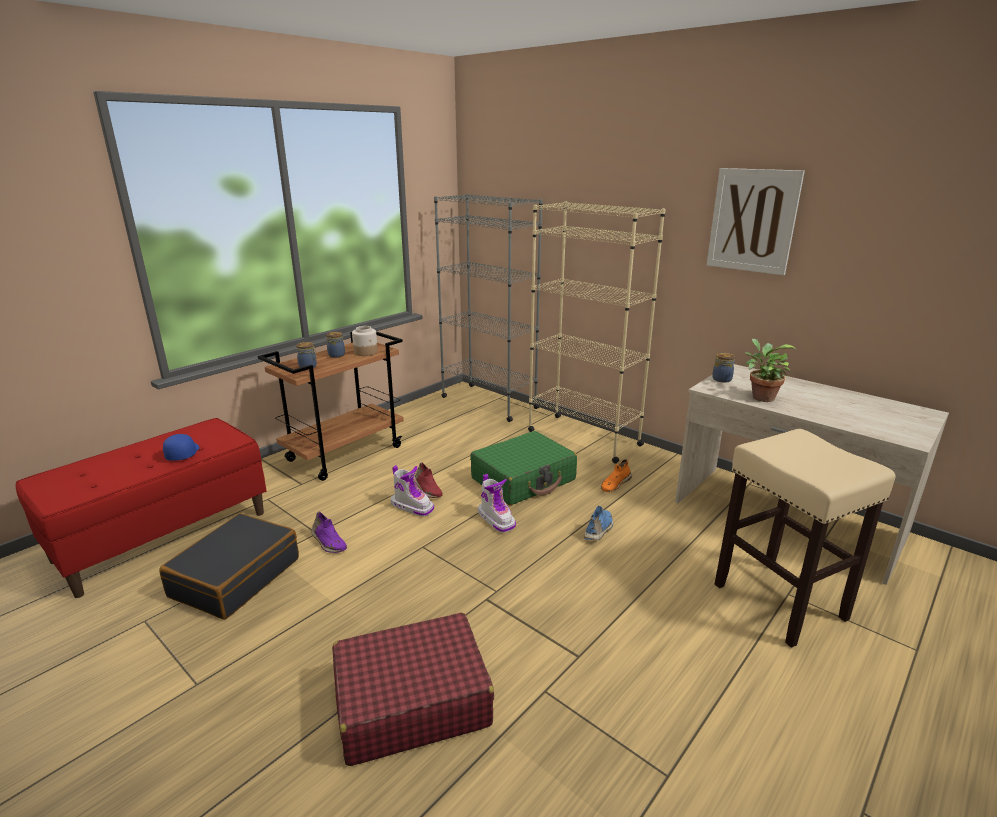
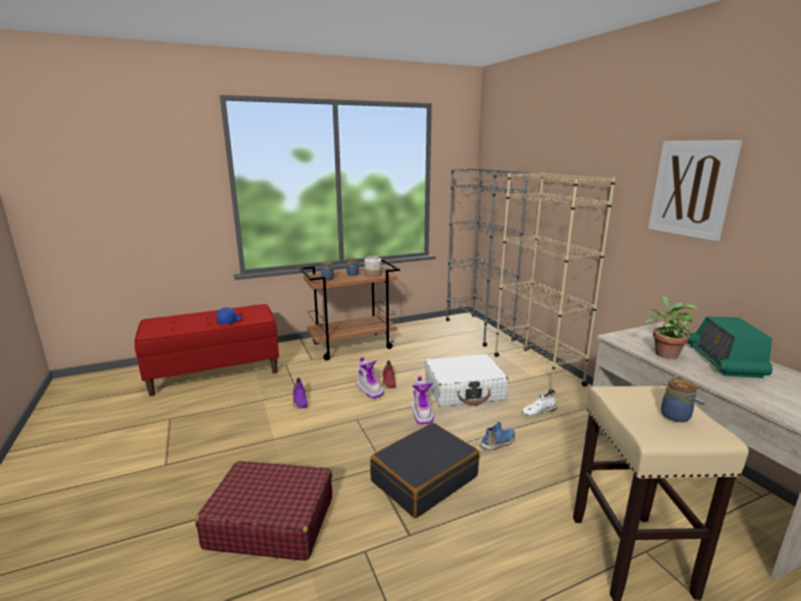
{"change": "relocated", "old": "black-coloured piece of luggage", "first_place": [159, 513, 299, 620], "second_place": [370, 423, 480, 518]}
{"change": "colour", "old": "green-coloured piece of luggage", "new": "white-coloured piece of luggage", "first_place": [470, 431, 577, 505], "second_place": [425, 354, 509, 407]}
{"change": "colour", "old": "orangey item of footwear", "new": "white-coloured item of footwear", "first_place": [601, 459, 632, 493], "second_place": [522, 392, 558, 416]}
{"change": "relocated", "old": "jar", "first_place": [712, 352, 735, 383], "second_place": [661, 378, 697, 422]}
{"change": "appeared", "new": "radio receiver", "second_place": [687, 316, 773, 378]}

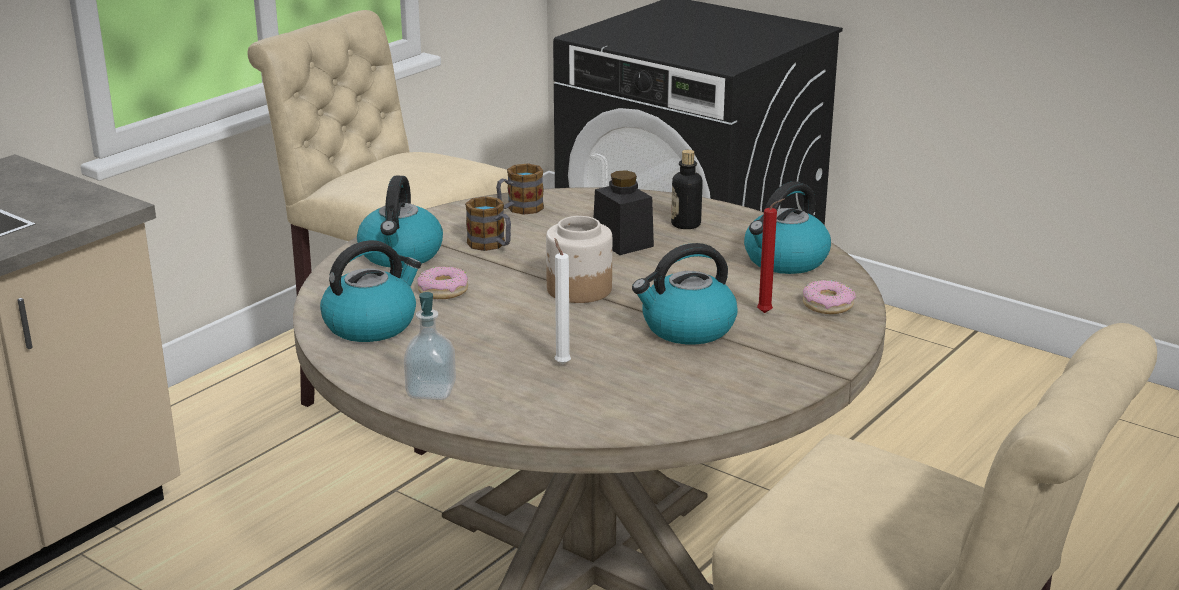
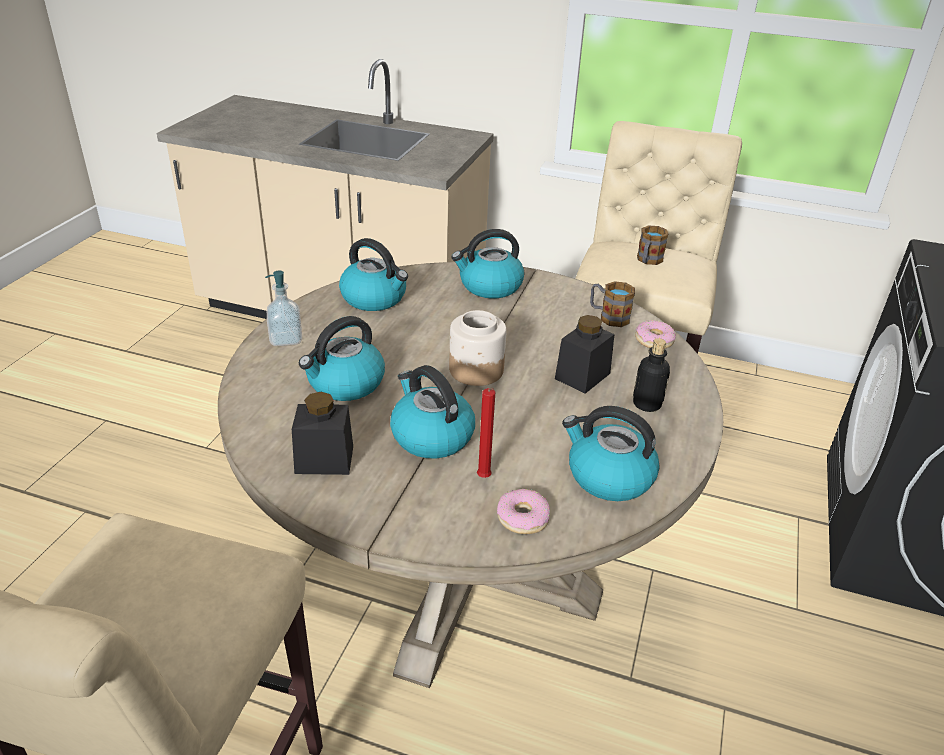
{"change": "appeared", "new": "black-coloured jar", "second_place": [292, 392, 353, 475]}
{"change": "exchanged", "old": "white-coloured wax candle", "new": "water kettle", "first_place": [554, 238, 571, 364], "second_place": [299, 316, 385, 401]}
{"change": "relocated", "old": "donut", "first_place": [417, 267, 468, 299], "second_place": [635, 320, 676, 348]}
{"change": "relocated", "old": "mug", "first_place": [465, 196, 511, 251], "second_place": [637, 225, 668, 265]}

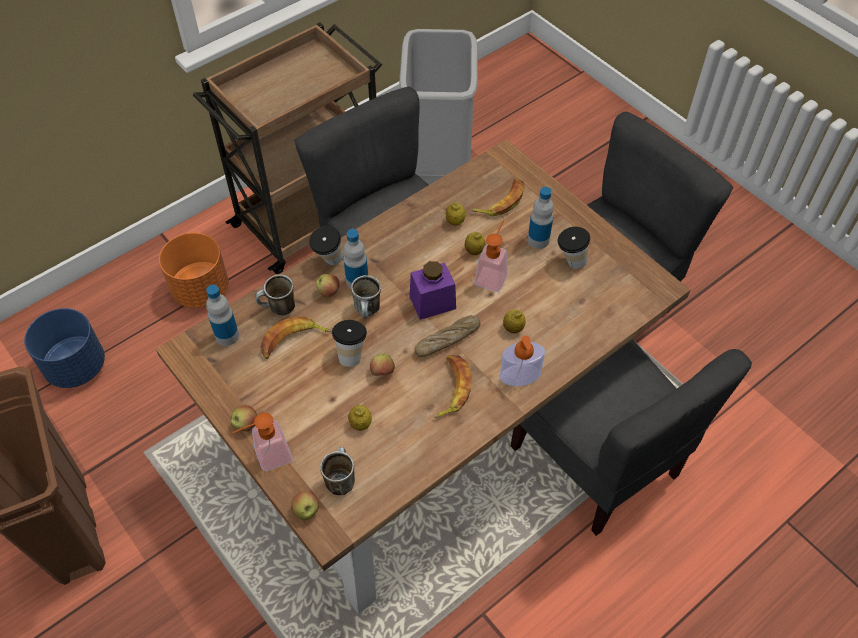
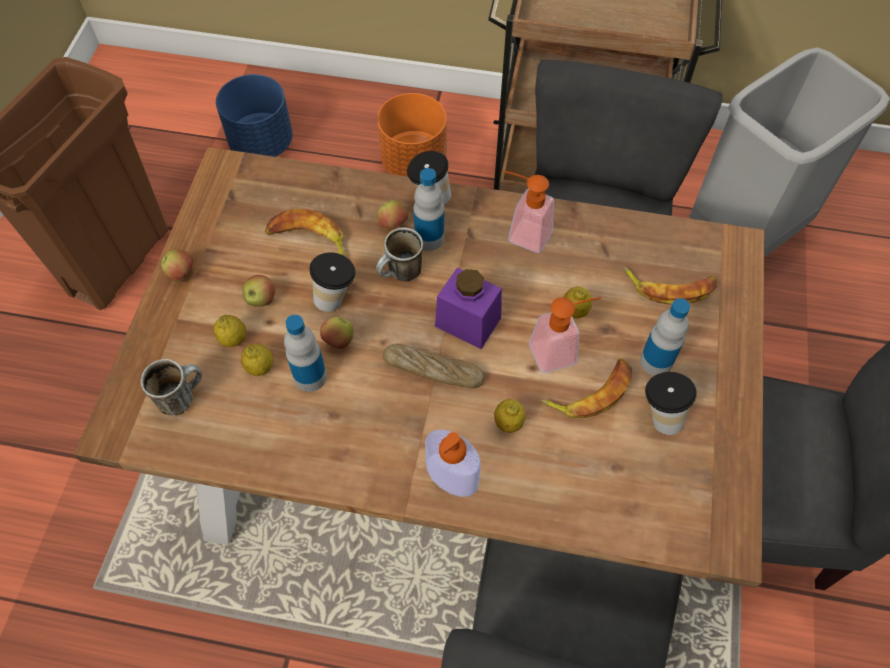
{"change": "relocated", "old": "whole lemon", "first_place": [446, 202, 466, 225], "second_place": [213, 315, 246, 347]}
{"change": "relocated", "old": "apple fruit", "first_place": [291, 491, 319, 520], "second_place": [242, 275, 275, 307]}
{"change": "relocated", "old": "drink bottle", "first_place": [206, 285, 239, 346], "second_place": [284, 315, 327, 392]}
{"change": "relocated", "old": "liquid soap bottle", "first_place": [232, 413, 292, 471], "second_place": [503, 171, 554, 253]}
{"change": "relocated", "old": "banana", "first_place": [434, 355, 472, 418], "second_place": [540, 358, 632, 418]}
{"change": "missing", "old": "mug", "first_place": [256, 275, 295, 316]}

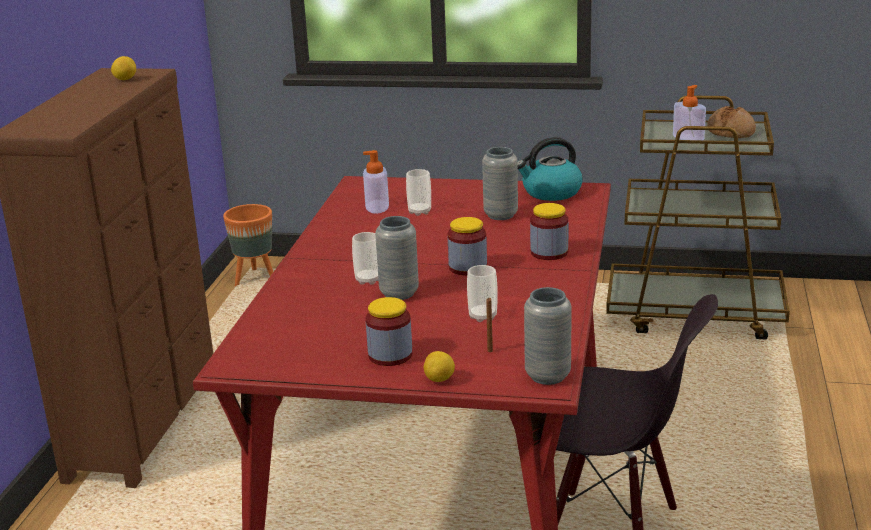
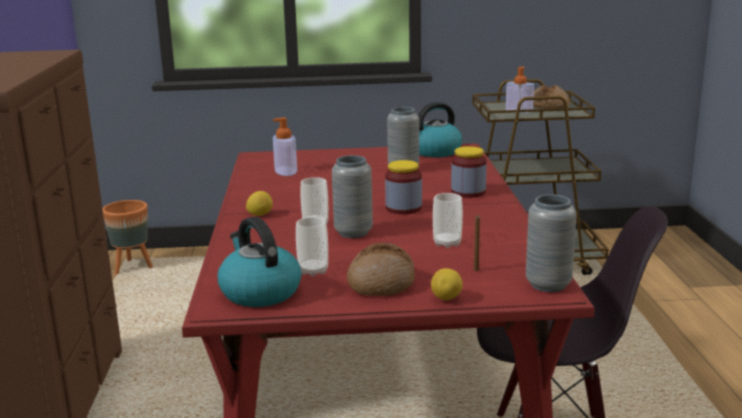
{"change": "appeared", "new": "water kettle", "second_place": [218, 217, 301, 307]}
{"change": "relocated", "old": "whole lemon", "first_place": [111, 56, 136, 80], "second_place": [246, 191, 273, 216]}
{"change": "relocated", "old": "small cup", "first_place": [406, 169, 431, 216], "second_place": [296, 217, 328, 277]}
{"change": "exchanged", "old": "jar", "new": "baked bread", "first_place": [366, 297, 412, 366], "second_place": [347, 243, 415, 296]}

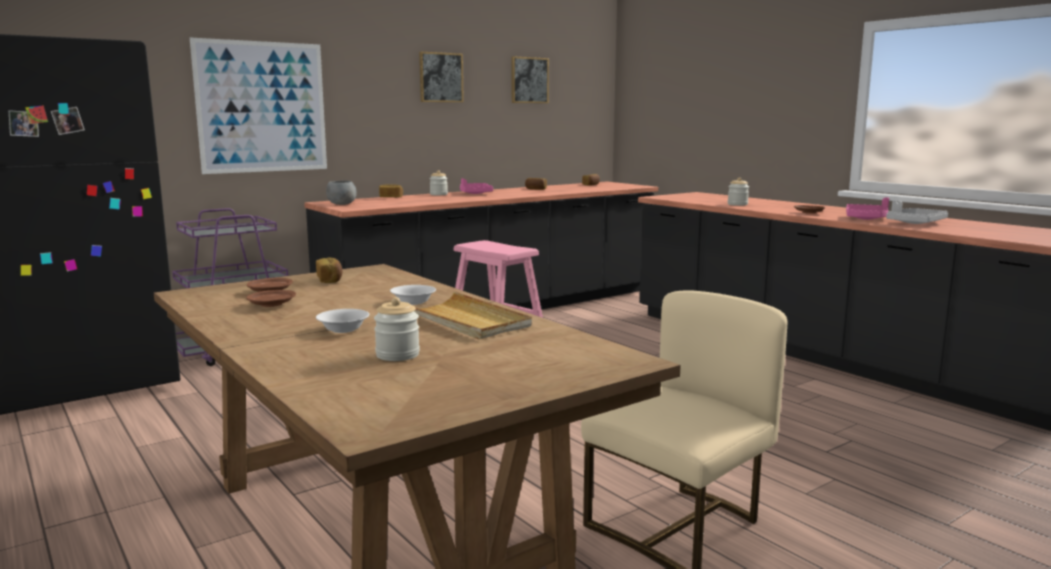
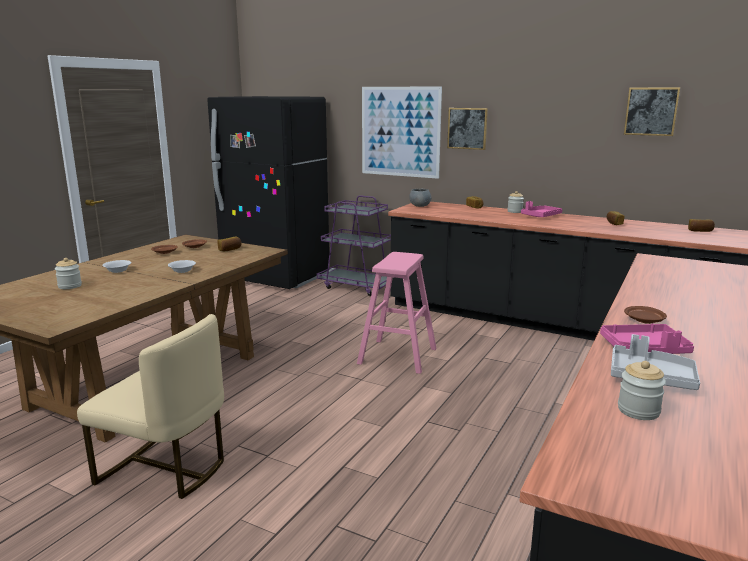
{"change": "relocated", "old": "wall picture", "first_place": [419, 52, 464, 102], "second_place": [447, 108, 488, 150]}
{"change": "relocated", "old": "jar", "first_place": [728, 177, 749, 206], "second_place": [618, 361, 666, 420]}
{"change": "missing", "old": "beige tray", "first_place": [414, 291, 532, 340]}

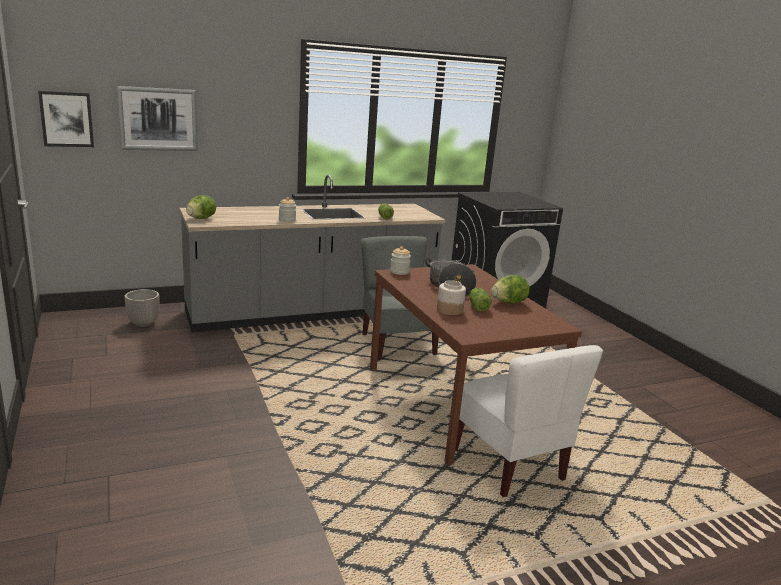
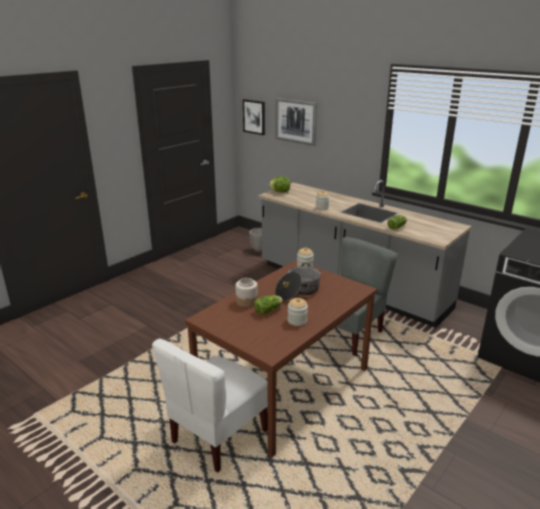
{"change": "exchanged", "old": "head of lettuce", "new": "jar", "first_place": [491, 275, 530, 304], "second_place": [288, 298, 308, 326]}

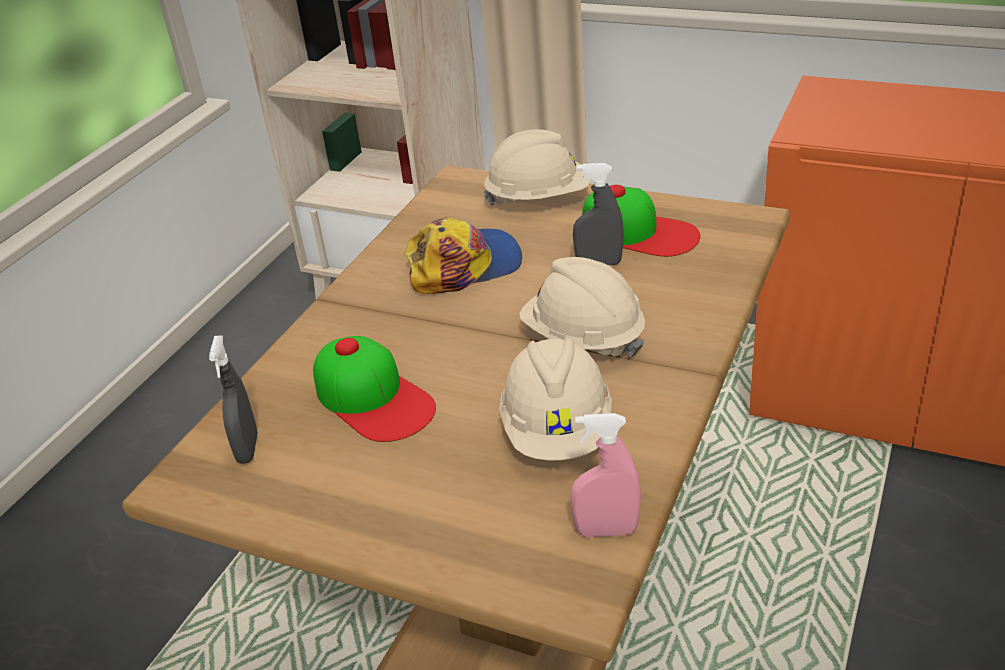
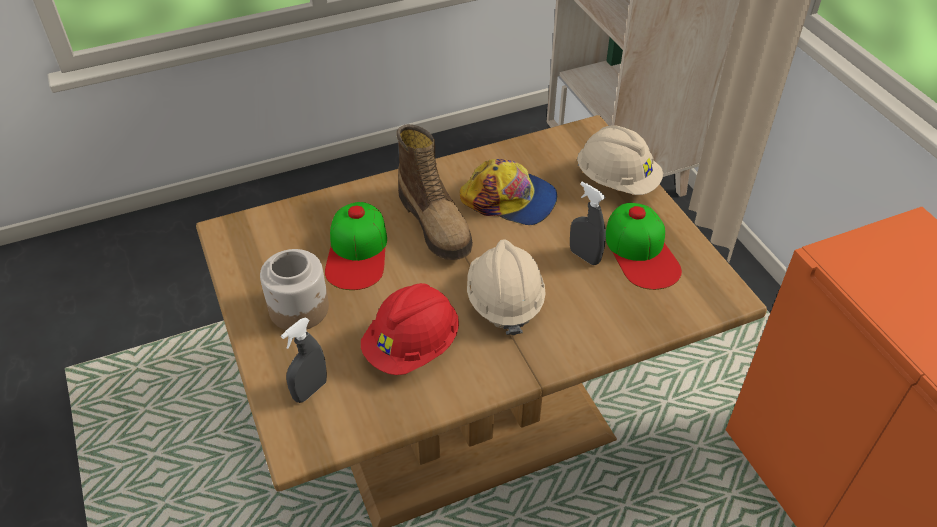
{"change": "appeared", "new": "jar", "second_place": [260, 249, 329, 330]}
{"change": "relocated", "old": "gray hand sprayer", "first_place": [209, 335, 258, 464], "second_place": [281, 317, 327, 403]}
{"change": "colour", "old": "beige work helmet", "new": "red-coloured work helmet", "first_place": [499, 338, 612, 460], "second_place": [361, 283, 459, 375]}
{"change": "appeared", "new": "boot", "second_place": [396, 124, 473, 260]}
{"change": "missing", "old": "pink hand sprayer", "first_place": [570, 413, 641, 537]}

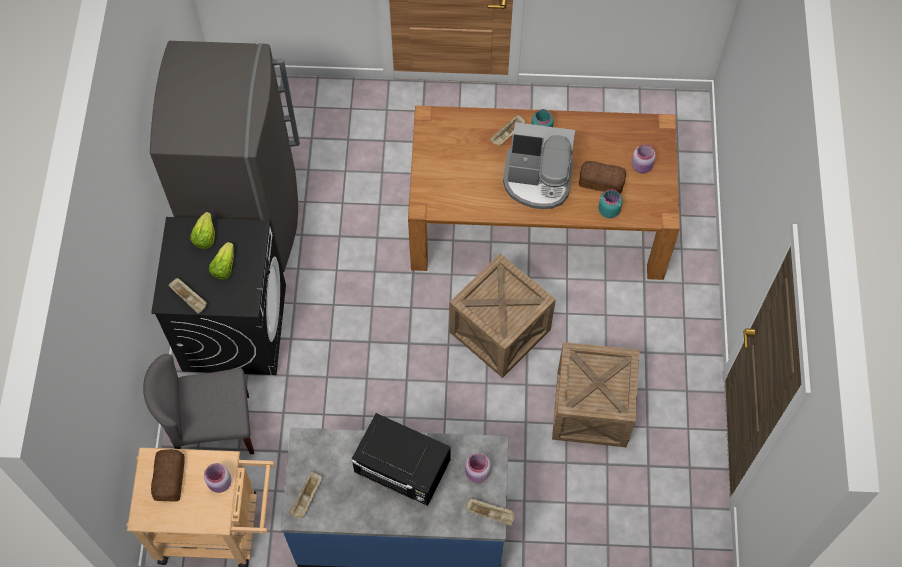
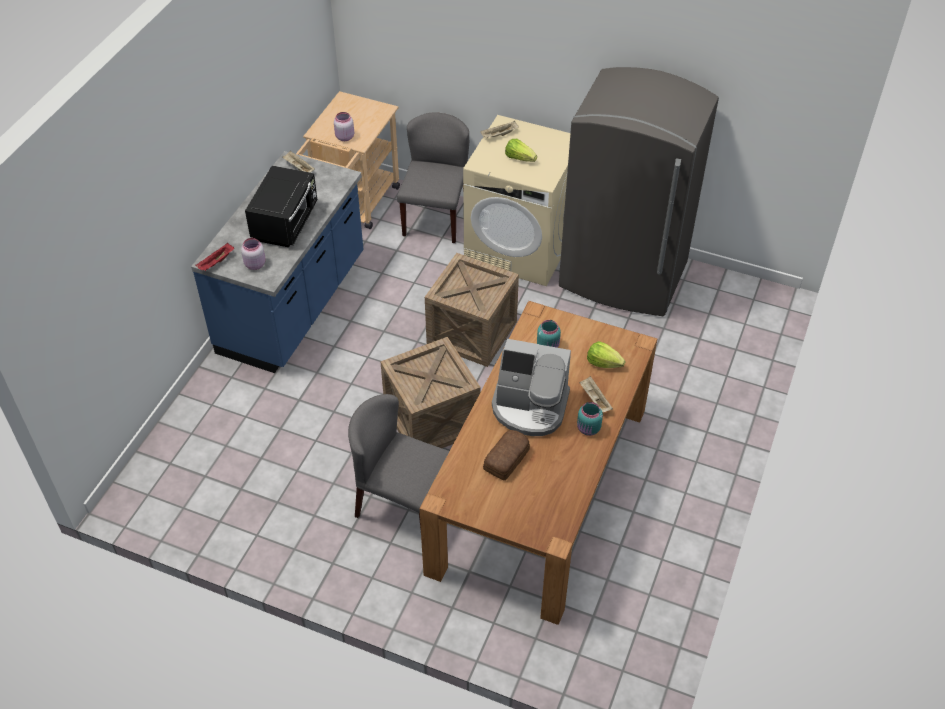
{"change": "colour", "old": "beige tray", "new": "red-coloured tray", "first_place": [465, 498, 514, 526], "second_place": [195, 243, 234, 271]}
{"change": "spun", "old": "black-coloured kitchen microwave", "first_place": [351, 413, 451, 506], "second_place": [245, 166, 317, 247], "degrees": 150}
{"change": "appeared", "new": "gray plain chair", "second_place": [348, 394, 449, 529]}
{"change": "relocated", "old": "crate", "first_place": [552, 342, 639, 447], "second_place": [425, 253, 519, 367]}
{"change": "colour", "old": "black-coloured laundry appliance", "new": "beige laundry appliance", "first_place": [151, 217, 286, 375], "second_place": [463, 115, 570, 286]}
{"change": "spun", "old": "coffee brewer", "first_place": [503, 122, 575, 209], "second_place": [492, 339, 571, 436], "degrees": -105}
{"change": "relocated", "old": "turquoise jar", "first_place": [599, 189, 623, 218], "second_place": [537, 320, 561, 348]}
{"change": "relocated", "old": "head of lettuce", "first_place": [190, 212, 215, 249], "second_place": [587, 341, 626, 368]}
{"change": "missing", "old": "baked bread", "first_place": [151, 449, 185, 502]}
{"change": "missing", "old": "pink jar", "first_place": [632, 144, 656, 173]}

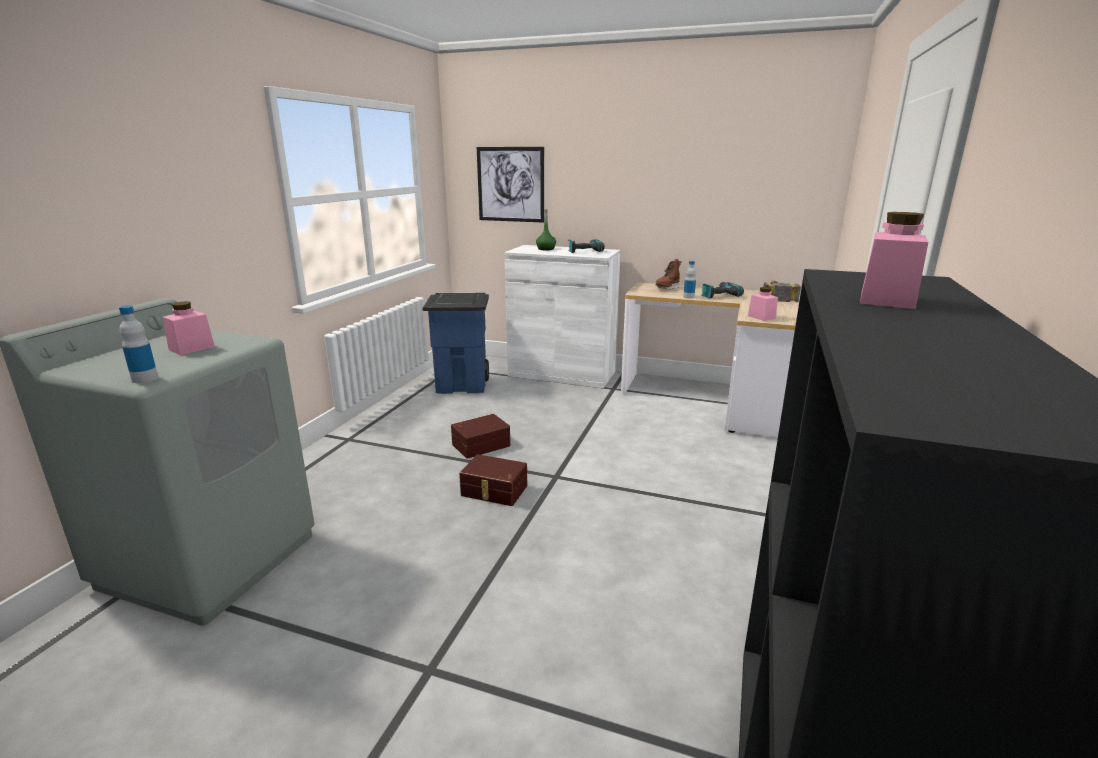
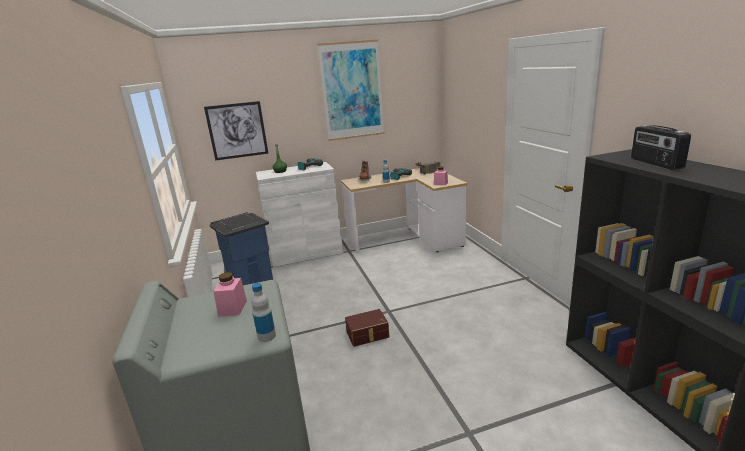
{"change": "appeared", "new": "wall picture", "second_place": [318, 40, 385, 141]}
{"change": "exchanged", "old": "pink jar", "new": "radio receiver", "first_place": [860, 212, 928, 309], "second_place": [631, 125, 691, 170]}
{"change": "missing", "old": "brownish storage box", "first_place": [451, 414, 510, 459]}

